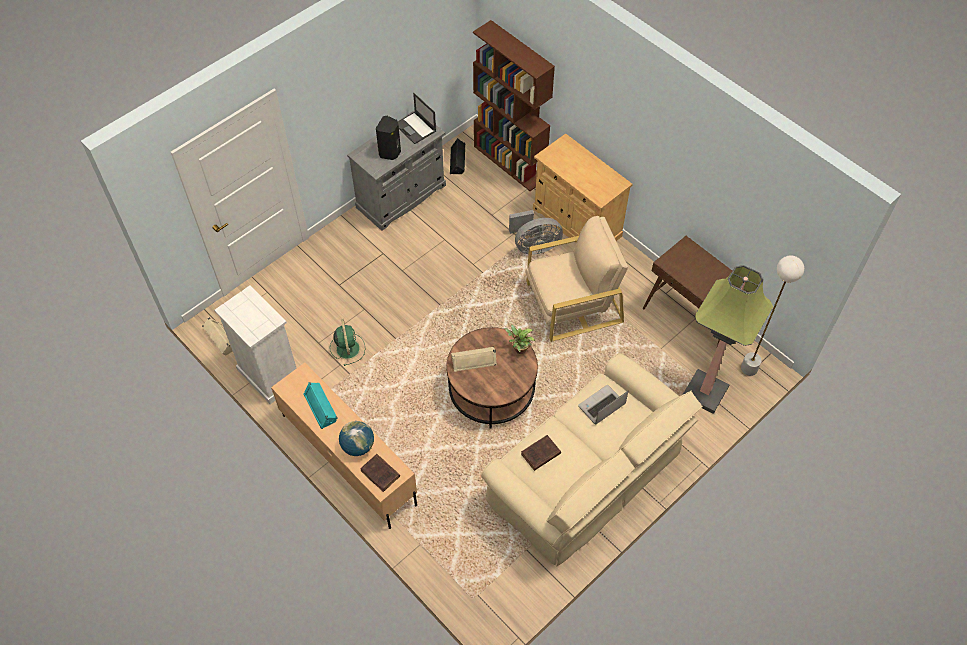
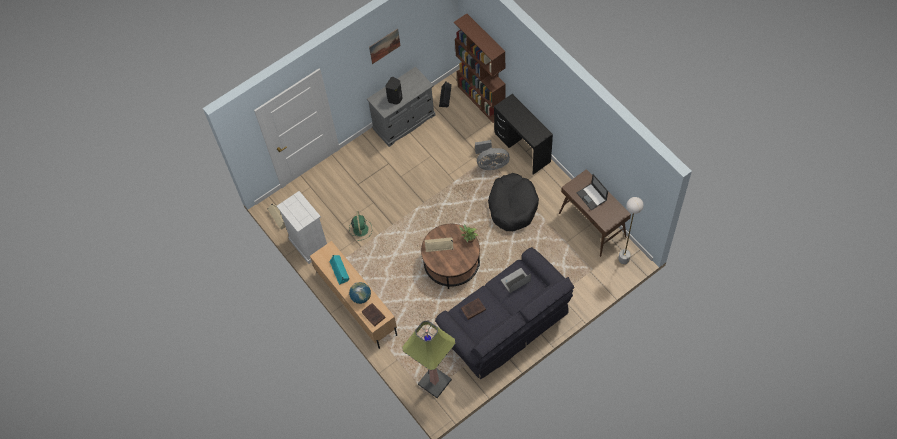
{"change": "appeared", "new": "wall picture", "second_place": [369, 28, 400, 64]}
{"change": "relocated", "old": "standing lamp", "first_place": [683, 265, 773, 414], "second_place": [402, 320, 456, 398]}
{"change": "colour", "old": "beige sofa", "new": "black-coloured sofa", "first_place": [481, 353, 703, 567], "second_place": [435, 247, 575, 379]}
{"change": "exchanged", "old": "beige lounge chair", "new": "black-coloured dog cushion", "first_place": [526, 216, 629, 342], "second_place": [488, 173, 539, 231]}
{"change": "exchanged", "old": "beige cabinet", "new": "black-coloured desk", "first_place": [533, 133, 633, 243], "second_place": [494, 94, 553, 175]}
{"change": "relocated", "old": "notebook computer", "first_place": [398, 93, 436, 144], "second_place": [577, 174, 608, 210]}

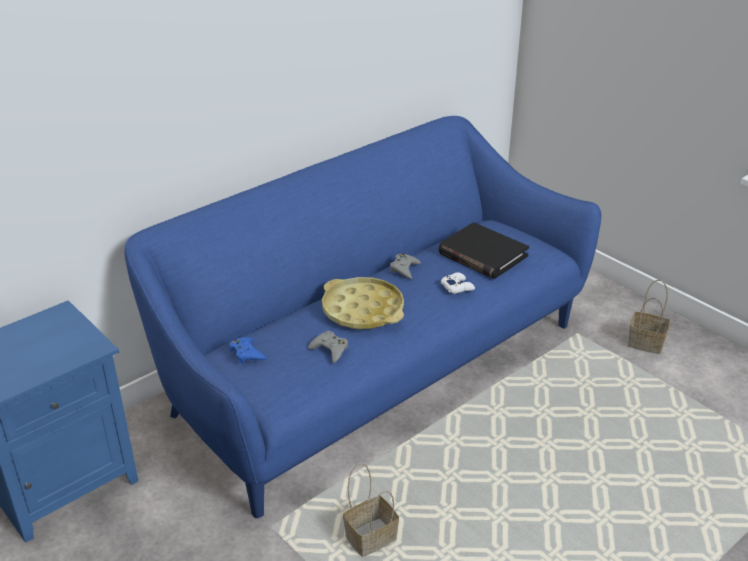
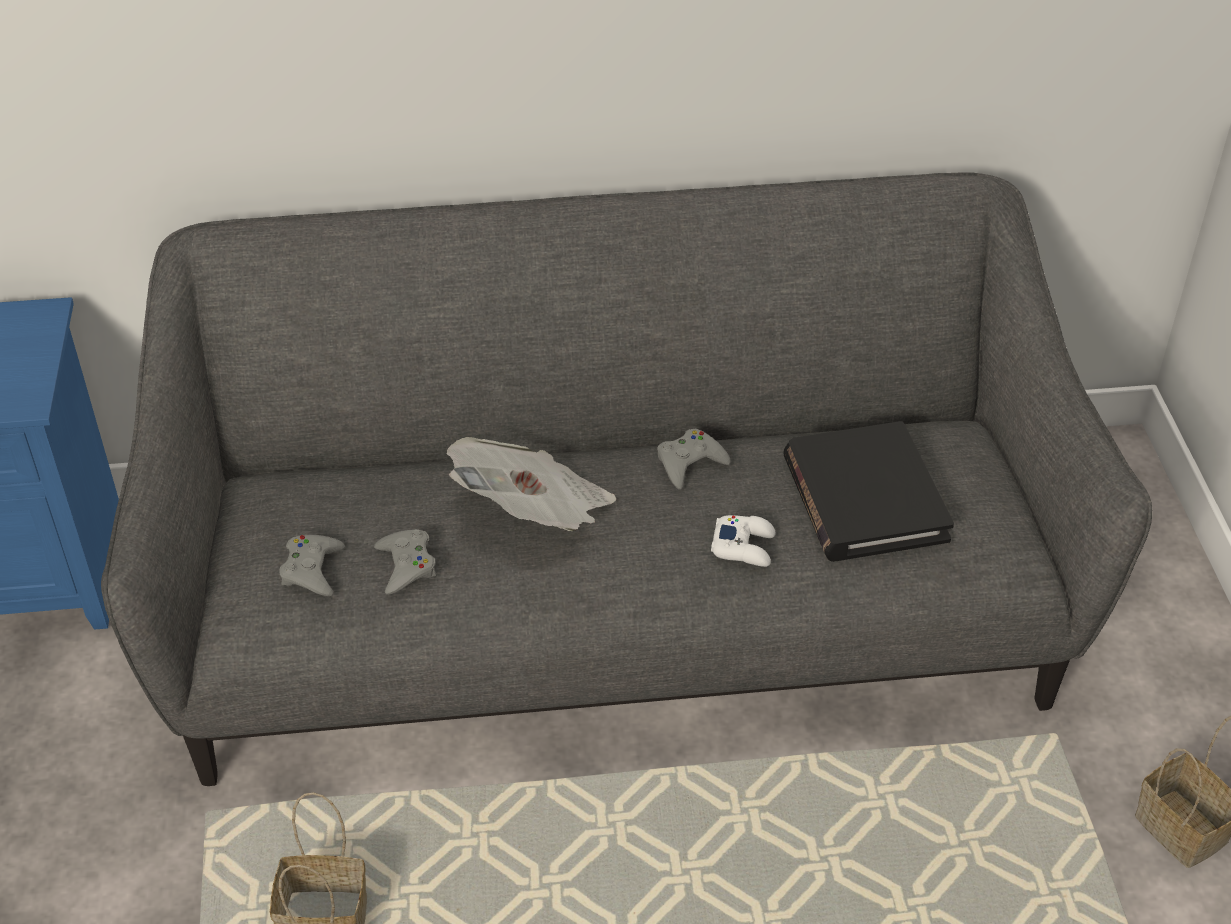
{"change": "colour", "old": "blue sofa", "new": "gray sofa", "first_place": [125, 116, 601, 518], "second_place": [101, 173, 1152, 786]}
{"change": "appeared", "new": "gray gamepad", "second_place": [279, 535, 345, 596]}
{"change": "exchanged", "old": "yellow-coloured tray", "new": "newspaper", "first_place": [322, 277, 404, 330], "second_place": [446, 437, 616, 531]}
{"change": "missing", "old": "blue gamepad", "first_place": [229, 337, 267, 364]}

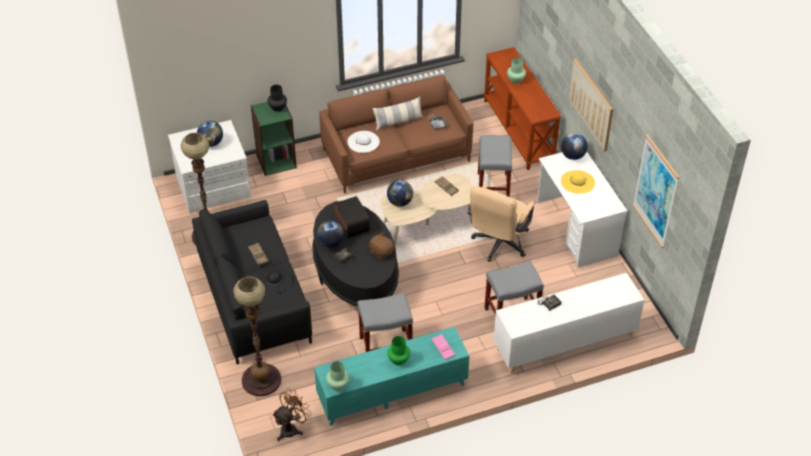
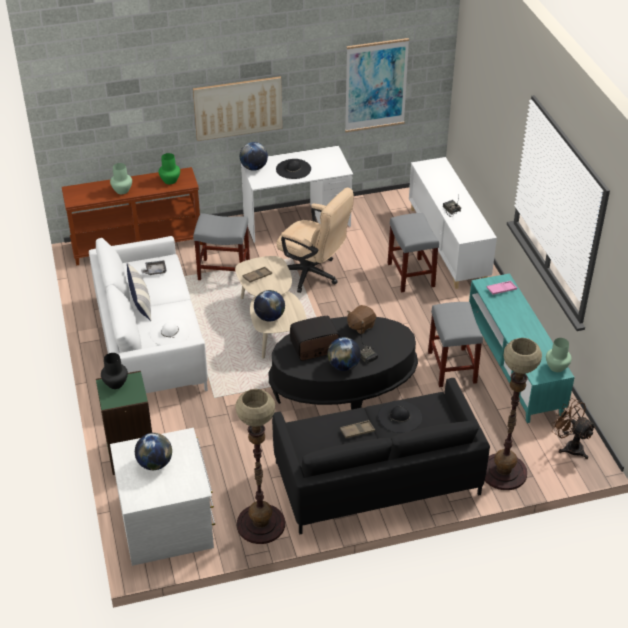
{"change": "colour", "old": "brownish sofa", "new": "white-coloured sofa", "first_place": [319, 75, 473, 194], "second_place": [89, 236, 208, 393]}
{"change": "relocated", "old": "green-coloured flower vase", "first_place": [387, 336, 410, 365], "second_place": [158, 153, 180, 184]}
{"change": "colour", "old": "yellow-coloured hat", "new": "black-coloured hat", "first_place": [561, 170, 595, 194], "second_place": [276, 159, 311, 179]}

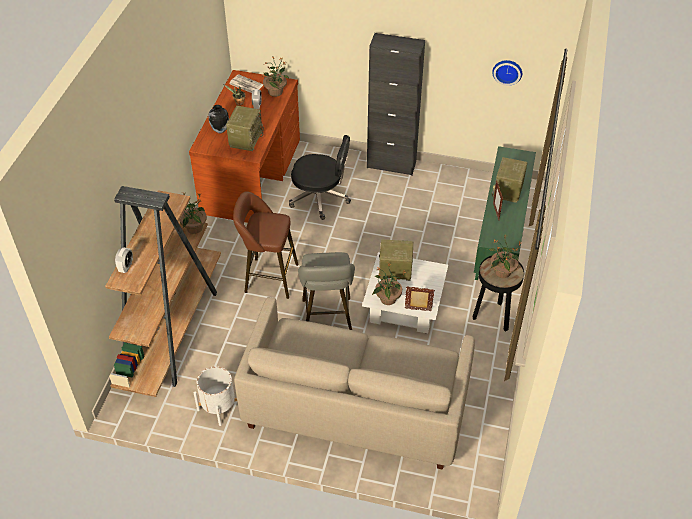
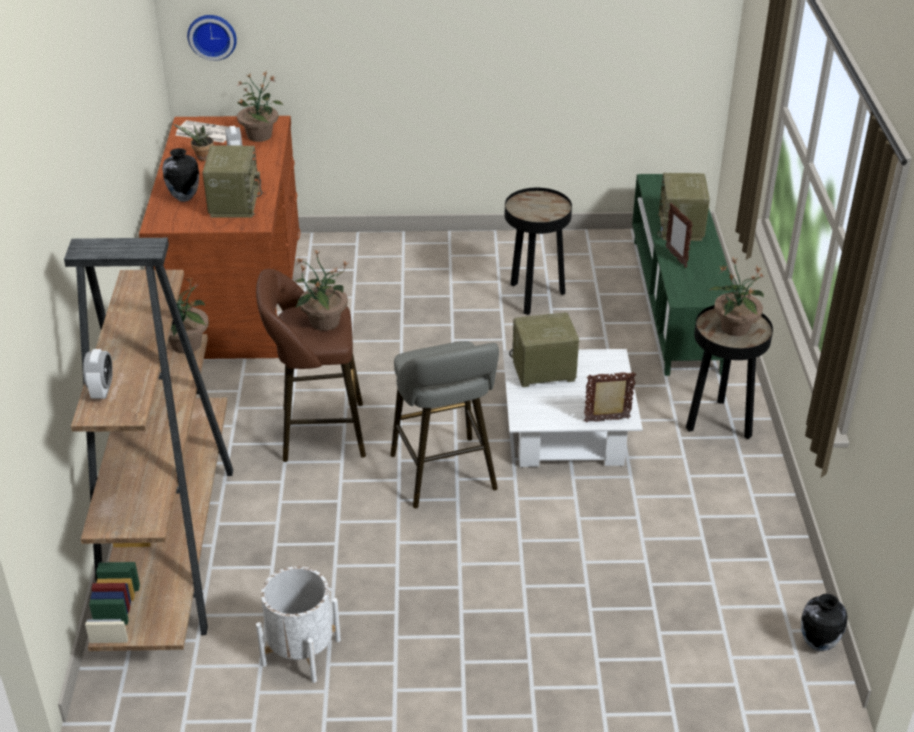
{"change": "relocated", "old": "hanging clock", "first_place": [492, 60, 522, 86], "second_place": [187, 15, 237, 61]}
{"change": "relocated", "old": "potted plant", "first_place": [372, 264, 406, 305], "second_place": [294, 249, 348, 331]}
{"change": "appeared", "new": "black-coloured end table", "second_place": [505, 188, 572, 315]}
{"change": "appeared", "new": "flower vase", "second_place": [801, 594, 848, 651]}
{"change": "missing", "old": "beige sofa", "first_place": [234, 297, 475, 470]}
{"change": "missing", "old": "black-coloured office chair", "first_place": [289, 135, 351, 220]}
{"change": "missing", "old": "black-coloured cabinet", "first_place": [367, 33, 425, 176]}

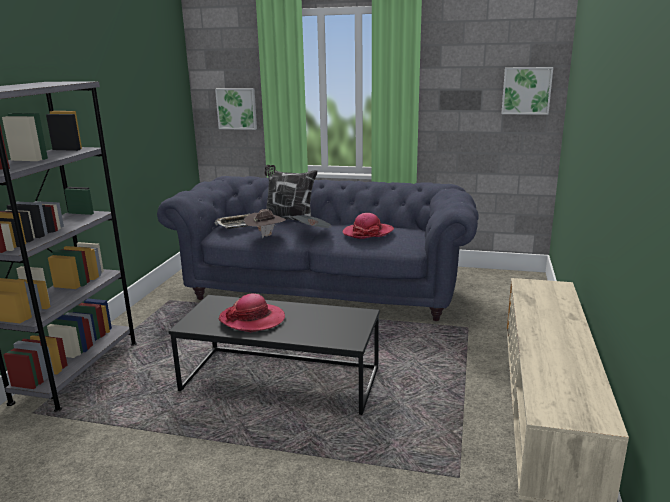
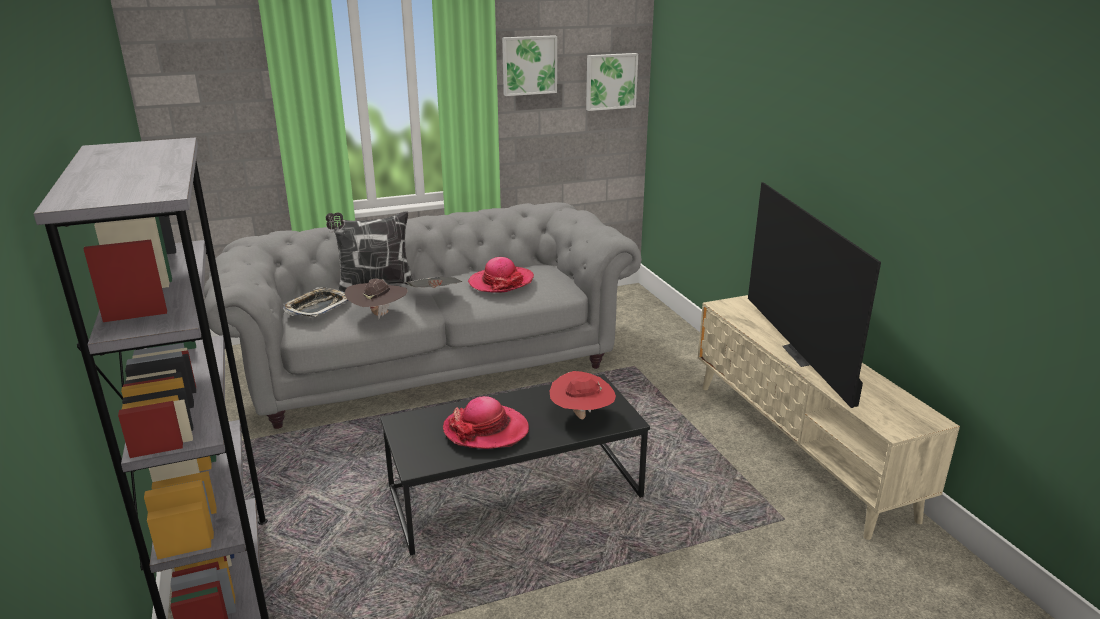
{"change": "colour", "old": "blue sofa", "new": "gray sofa", "first_place": [157, 176, 479, 321], "second_place": [204, 202, 642, 429]}
{"change": "relocated", "old": "wall picture", "first_place": [215, 88, 257, 130], "second_place": [502, 35, 557, 96]}
{"change": "appeared", "new": "red-coloured hat", "second_place": [550, 371, 616, 420]}
{"change": "appeared", "new": "television", "second_place": [748, 182, 881, 408]}

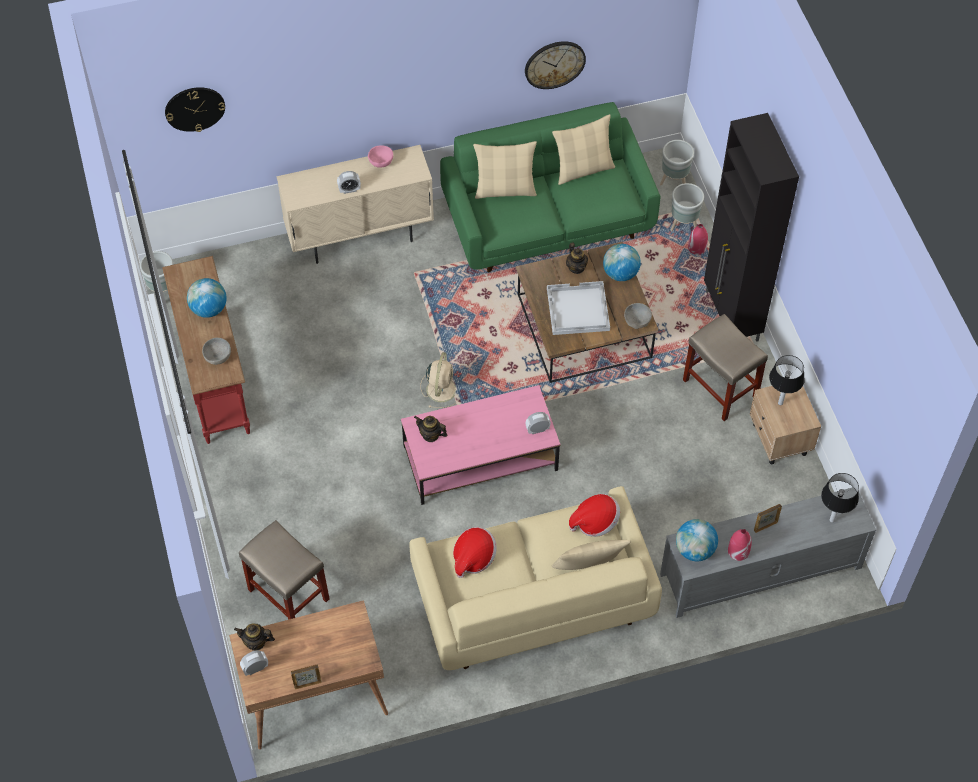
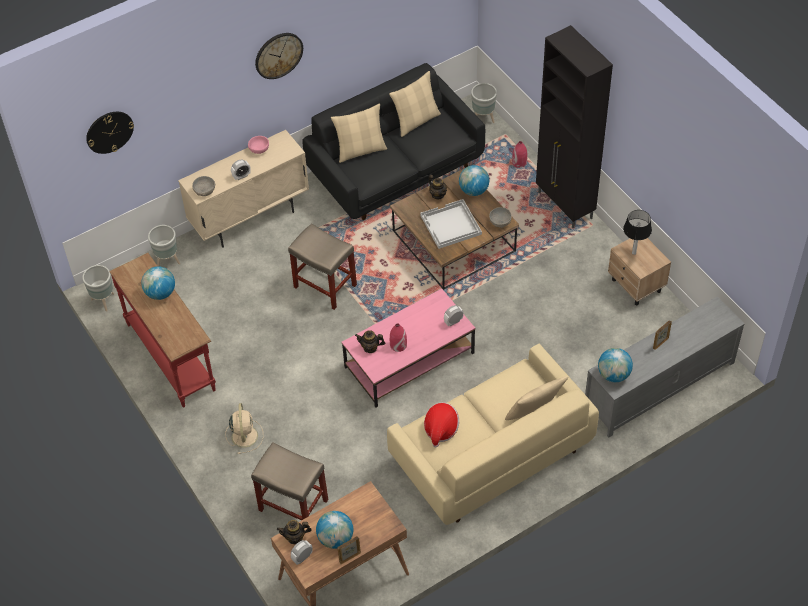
{"change": "relocated", "old": "gray plant pot", "first_place": [671, 183, 704, 231], "second_place": [148, 225, 180, 267]}
{"change": "relocated", "old": "gray bowl", "first_place": [202, 338, 231, 365], "second_place": [192, 176, 215, 196]}
{"change": "relocated", "old": "beige cooling fan", "first_place": [420, 352, 460, 408], "second_place": [225, 403, 263, 454]}
{"change": "relocated", "old": "hanging clock", "first_place": [525, 41, 586, 89], "second_place": [255, 33, 303, 79]}
{"change": "relocated", "old": "beige stool", "first_place": [683, 314, 768, 421], "second_place": [288, 223, 357, 310]}
{"change": "colour", "old": "green-coloured sofa", "new": "black-coloured sofa", "first_place": [440, 102, 660, 272], "second_place": [303, 63, 485, 220]}
{"change": "appeared", "new": "globe", "second_place": [316, 511, 353, 549]}
{"change": "relocated", "old": "red-coloured flower vase", "first_place": [728, 529, 752, 561], "second_place": [390, 324, 407, 352]}
{"change": "missing", "old": "hat", "first_place": [569, 494, 620, 537]}
{"change": "missing", "old": "table lamp", "first_place": [821, 473, 859, 523]}

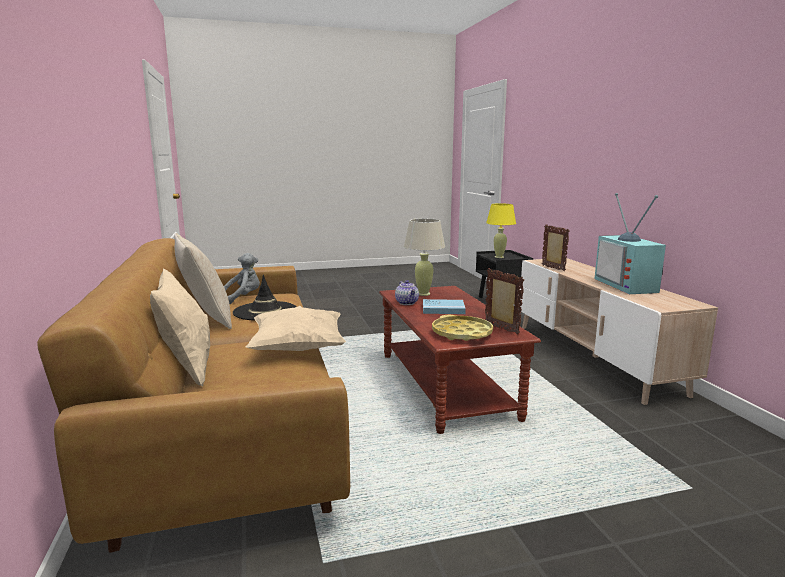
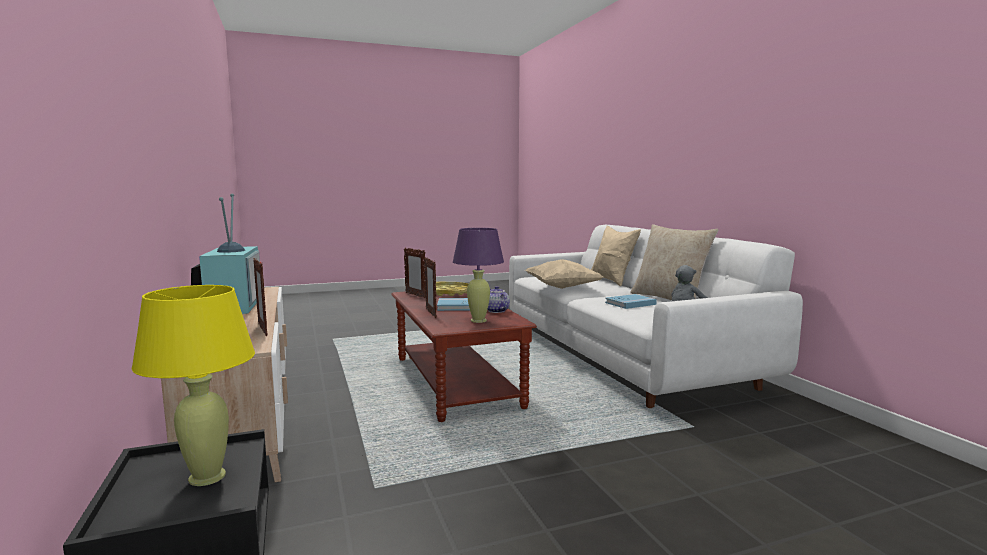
{"change": "appeared", "new": "photo frame", "second_place": [425, 257, 437, 318]}
{"change": "colour", "old": "beige table lamp", "new": "purple-coloured table lamp", "first_place": [404, 218, 445, 296], "second_place": [453, 228, 504, 323]}
{"change": "colour", "old": "brownish sofa", "new": "white-coloured sofa", "first_place": [37, 238, 350, 552], "second_place": [509, 225, 803, 408]}
{"change": "exchanged", "old": "black-coloured hat", "new": "blue bound book", "first_place": [233, 275, 297, 320], "second_place": [605, 294, 657, 309]}

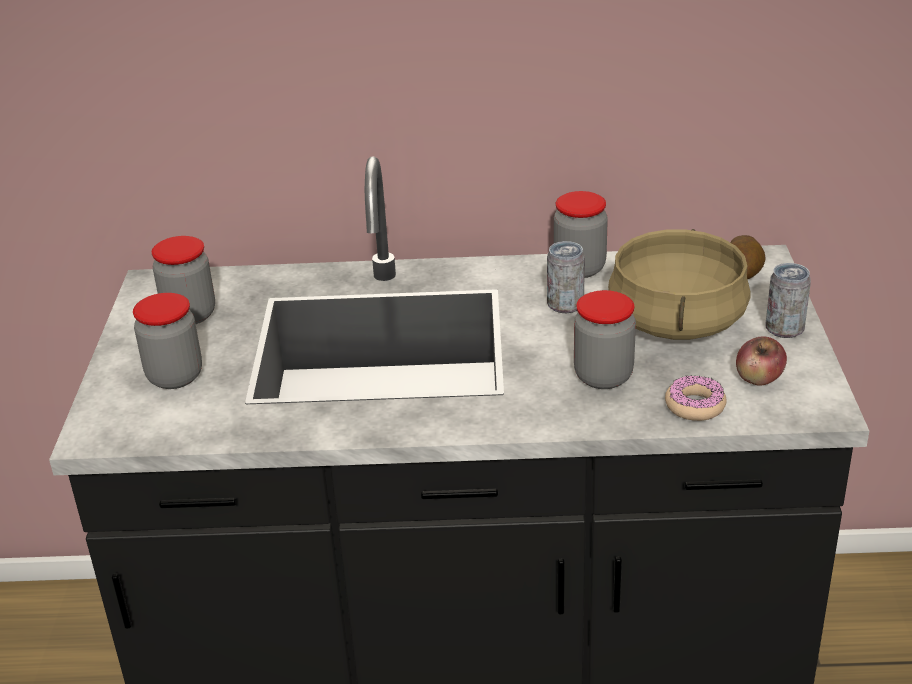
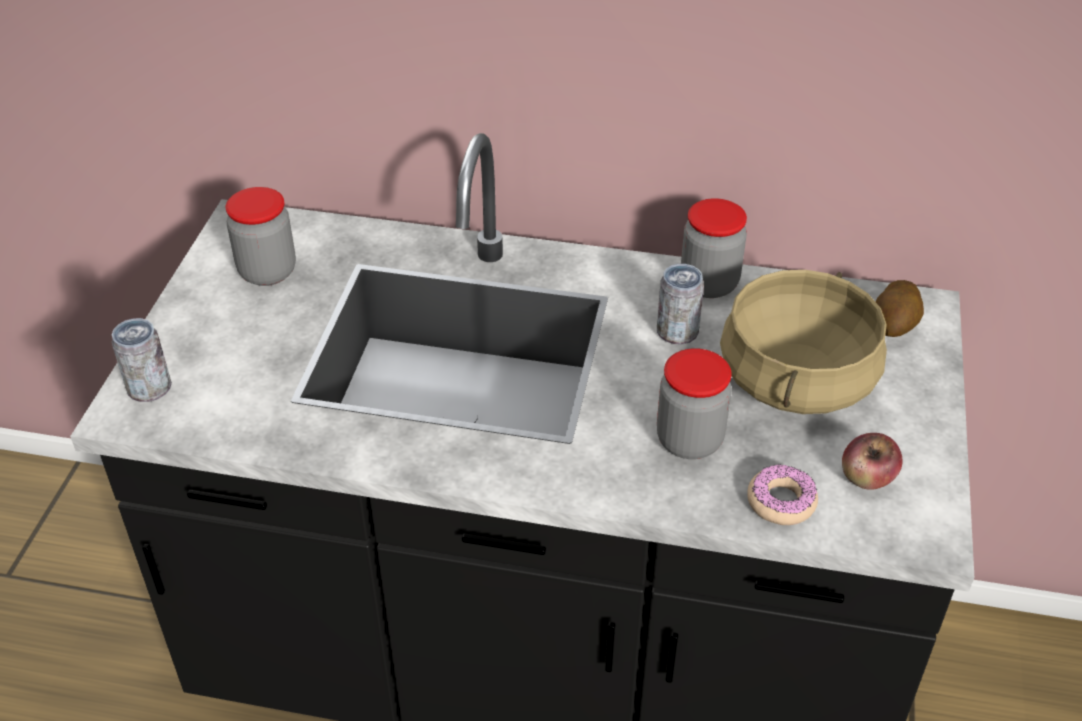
{"change": "relocated", "old": "can", "first_place": [765, 263, 811, 338], "second_place": [111, 318, 172, 402]}
{"change": "missing", "old": "jar", "first_place": [133, 293, 202, 389]}

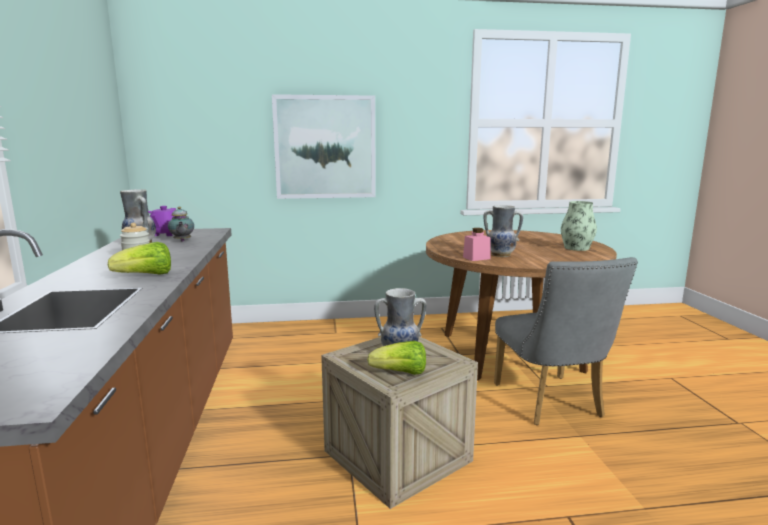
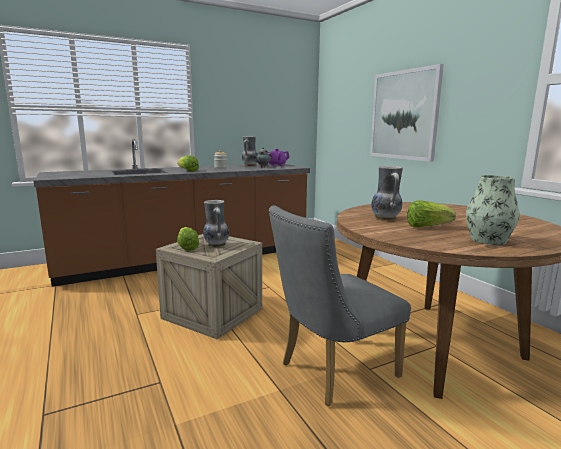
{"change": "appeared", "new": "head of lettuce", "second_place": [407, 200, 456, 227]}
{"change": "missing", "old": "pink jar", "first_place": [463, 228, 490, 261]}

